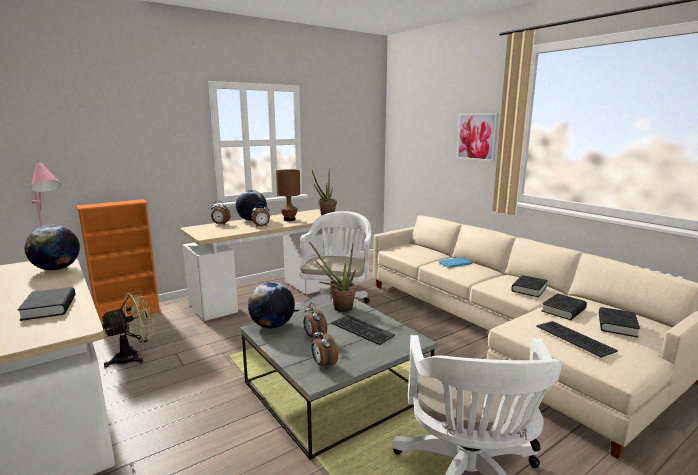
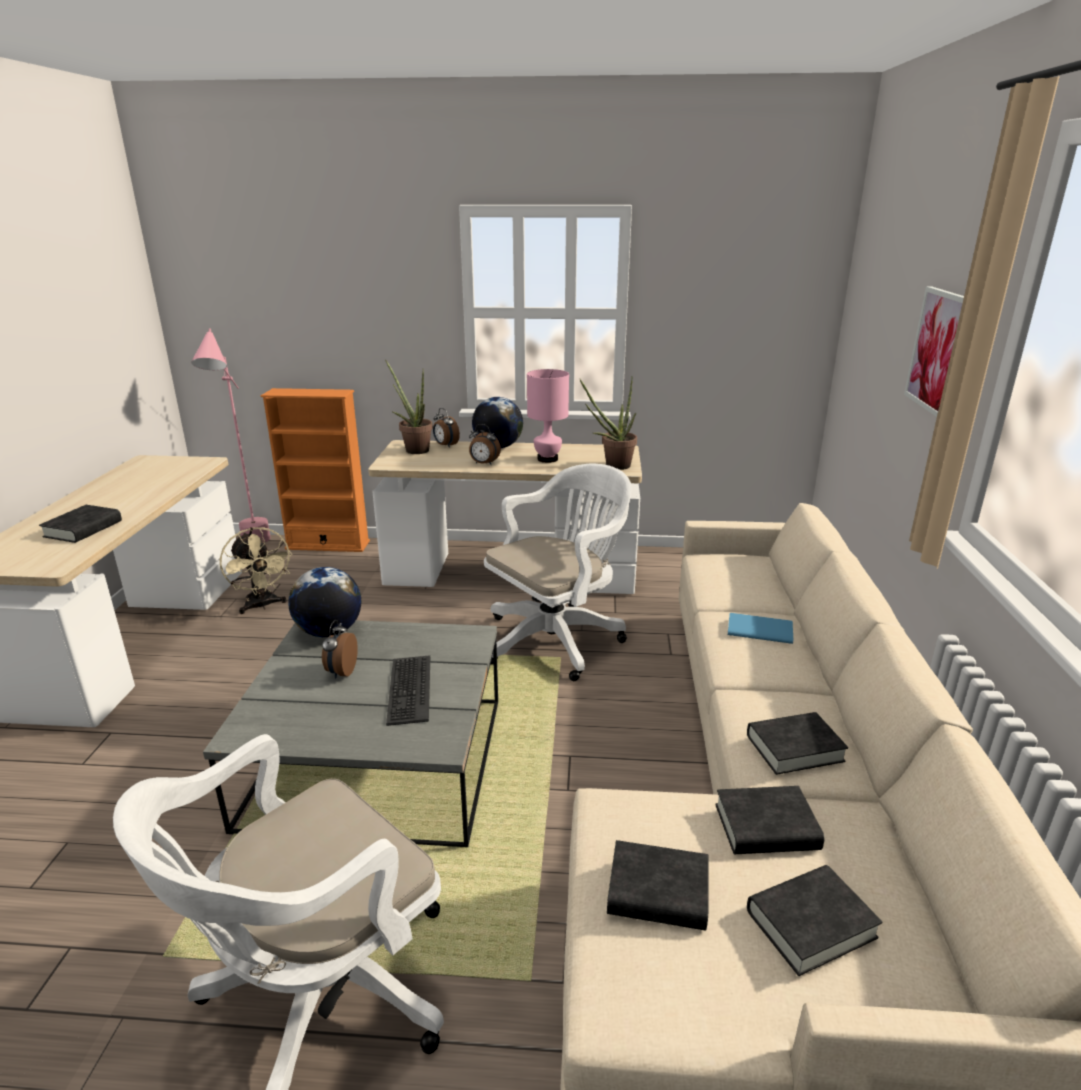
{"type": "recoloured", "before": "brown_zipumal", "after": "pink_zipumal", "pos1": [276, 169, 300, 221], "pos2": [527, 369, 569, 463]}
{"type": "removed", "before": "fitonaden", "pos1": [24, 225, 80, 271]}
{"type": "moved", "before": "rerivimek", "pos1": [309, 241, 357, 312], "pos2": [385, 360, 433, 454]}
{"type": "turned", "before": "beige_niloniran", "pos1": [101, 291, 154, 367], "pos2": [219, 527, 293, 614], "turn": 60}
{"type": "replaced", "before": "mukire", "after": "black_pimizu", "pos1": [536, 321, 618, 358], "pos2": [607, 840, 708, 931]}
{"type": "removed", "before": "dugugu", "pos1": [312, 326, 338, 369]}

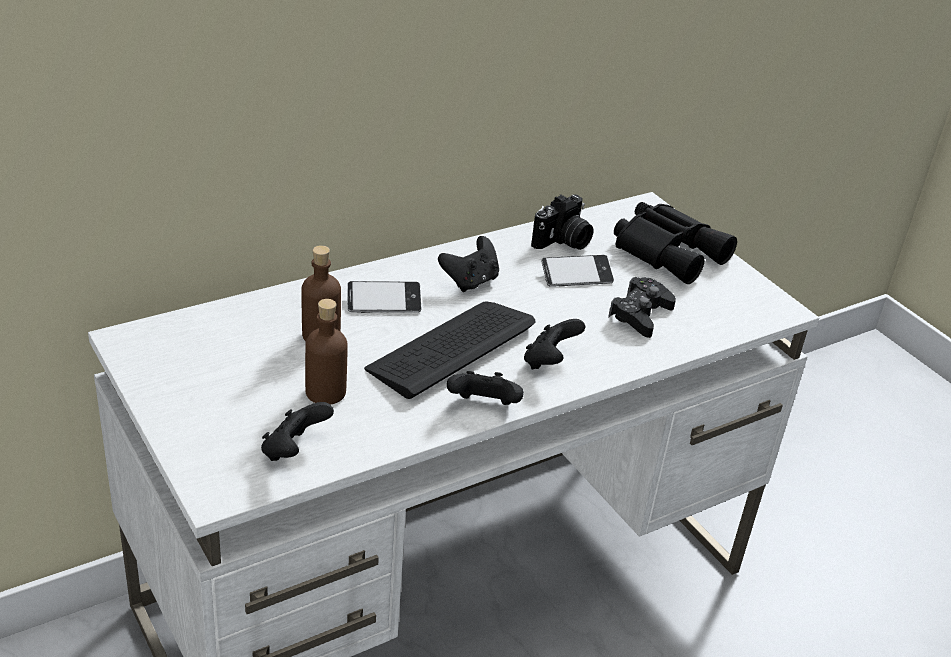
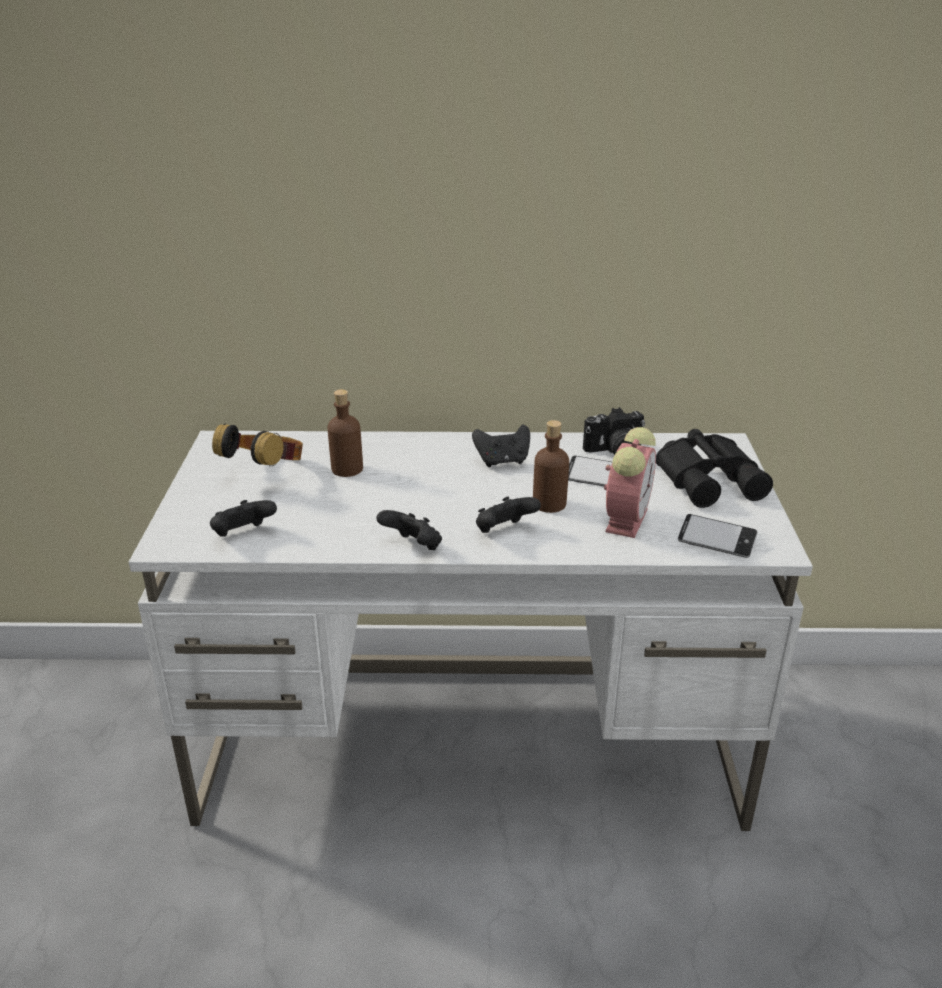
{"type": "replaced", "before": "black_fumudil", "after": "dugugu", "pos1": [608, 277, 676, 338], "pos2": [604, 427, 656, 538]}
{"type": "moved", "before": "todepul", "pos1": [347, 281, 421, 313], "pos2": [678, 514, 757, 558]}
{"type": "moved", "before": "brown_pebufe", "pos1": [305, 299, 348, 405], "pos2": [533, 420, 569, 513]}
{"type": "removed", "before": "mukire", "pos1": [364, 302, 536, 399]}
{"type": "added", "after": "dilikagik", "pos2": [212, 423, 303, 466]}

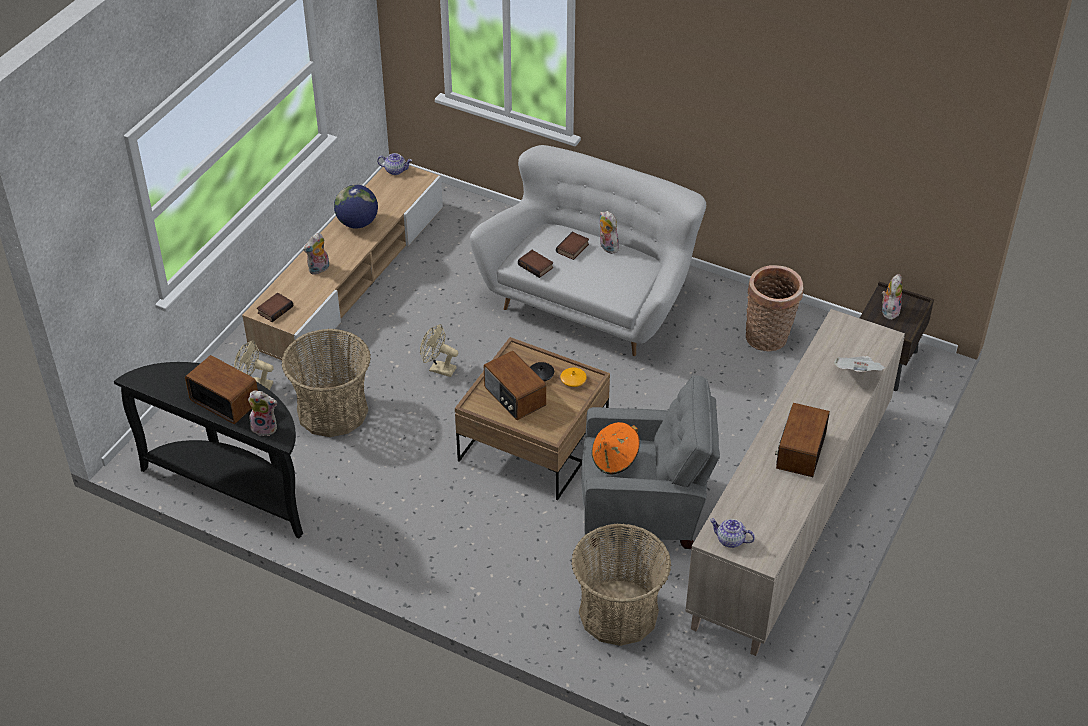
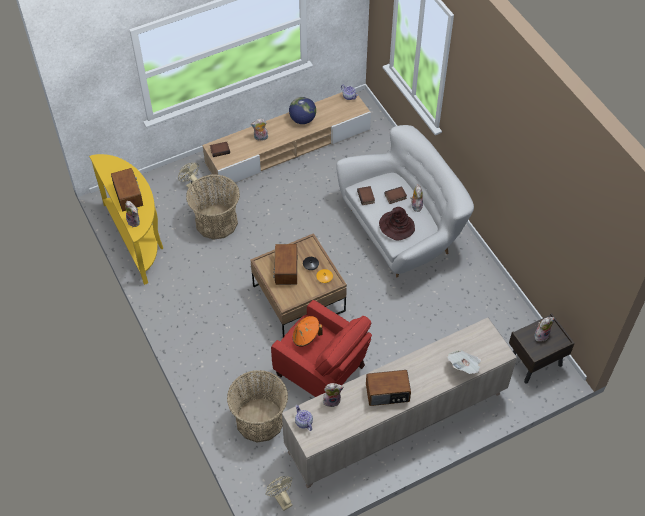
{"type": "removed", "before": "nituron", "pos1": [746, 265, 803, 352]}
{"type": "moved", "before": "beige_niloniran", "pos1": [420, 324, 458, 377], "pos2": [266, 476, 292, 511]}
{"type": "recoloured", "before": "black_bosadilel", "after": "yellow_bosadilel", "pos1": [114, 362, 303, 539], "pos2": [89, 154, 163, 285]}
{"type": "recoloured", "before": "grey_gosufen", "after": "red_gosufen", "pos1": [581, 375, 720, 549], "pos2": [271, 300, 372, 397]}
{"type": "turned", "before": "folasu", "pos1": [775, 403, 830, 477], "pos2": [366, 370, 411, 406], "turn": -150}
{"type": "added", "after": "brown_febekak", "pos2": [379, 207, 415, 240]}
{"type": "added", "after": "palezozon", "pos2": [323, 383, 344, 407]}

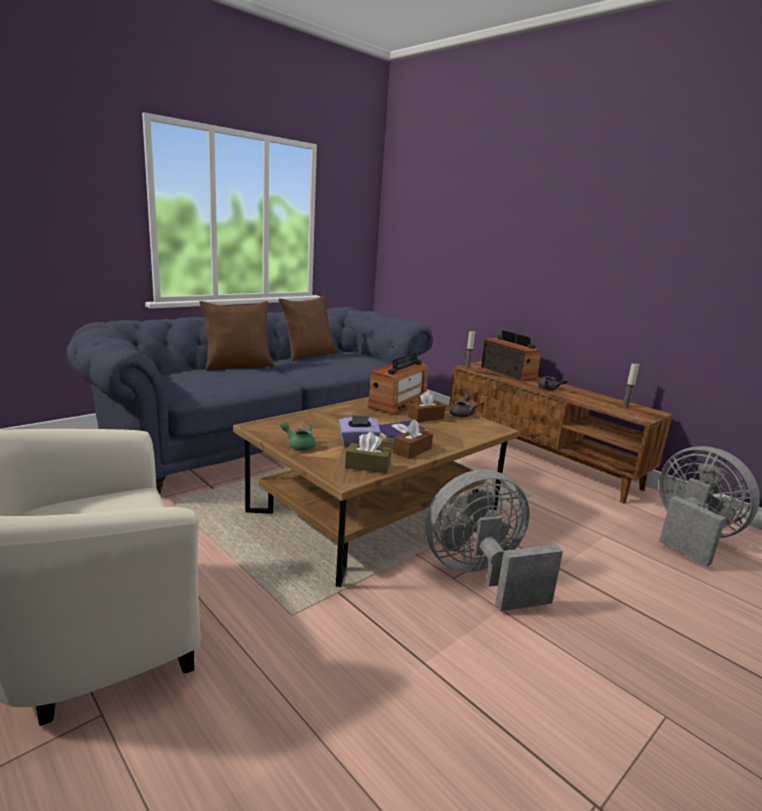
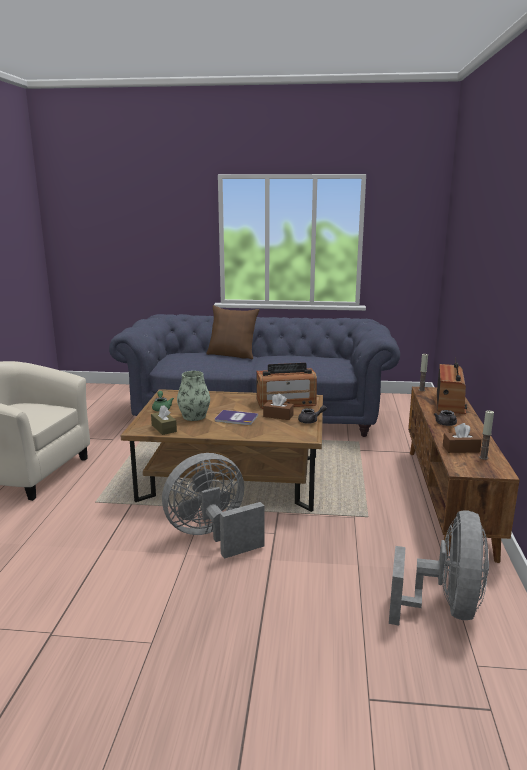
{"type": "removed", "before": "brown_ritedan", "pos1": [278, 295, 337, 361]}
{"type": "replaced", "before": "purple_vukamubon", "after": "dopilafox", "pos1": [338, 415, 381, 446], "pos2": [177, 371, 210, 421]}
{"type": "moved", "before": "brown_vukamubon", "pos1": [393, 419, 433, 459], "pos2": [443, 423, 482, 453]}
{"type": "turned", "before": "grey_niloniran", "pos1": [425, 469, 563, 611], "pos2": [162, 453, 264, 559], "turn": -60}

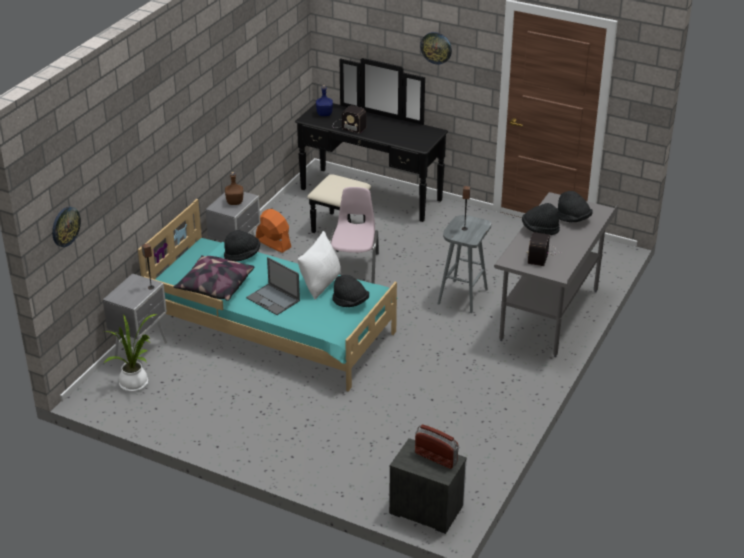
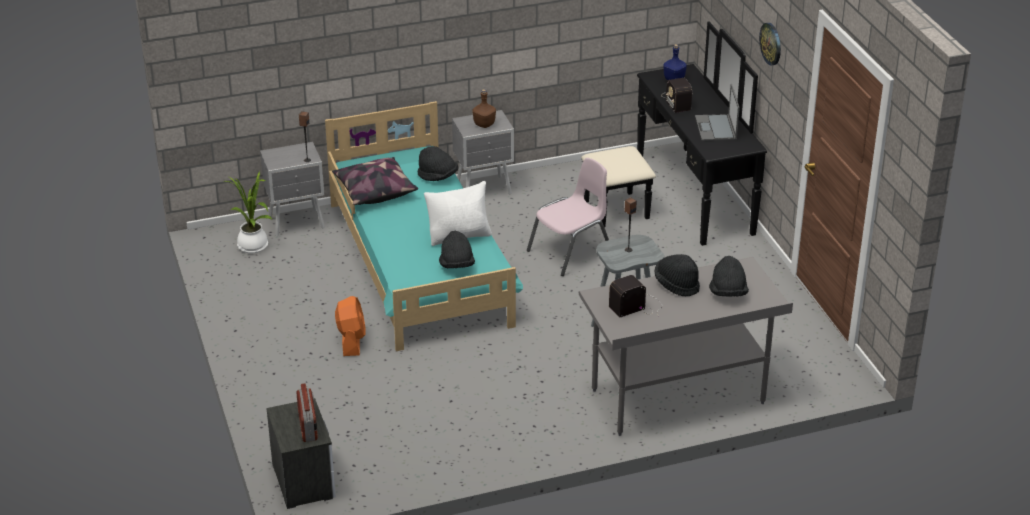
{"type": "removed", "before": "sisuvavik", "pos1": [52, 207, 81, 247]}
{"type": "moved", "before": "orange_niloniran", "pos1": [256, 209, 291, 253], "pos2": [335, 296, 366, 356]}
{"type": "moved", "before": "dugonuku", "pos1": [246, 257, 300, 315], "pos2": [695, 84, 740, 141]}

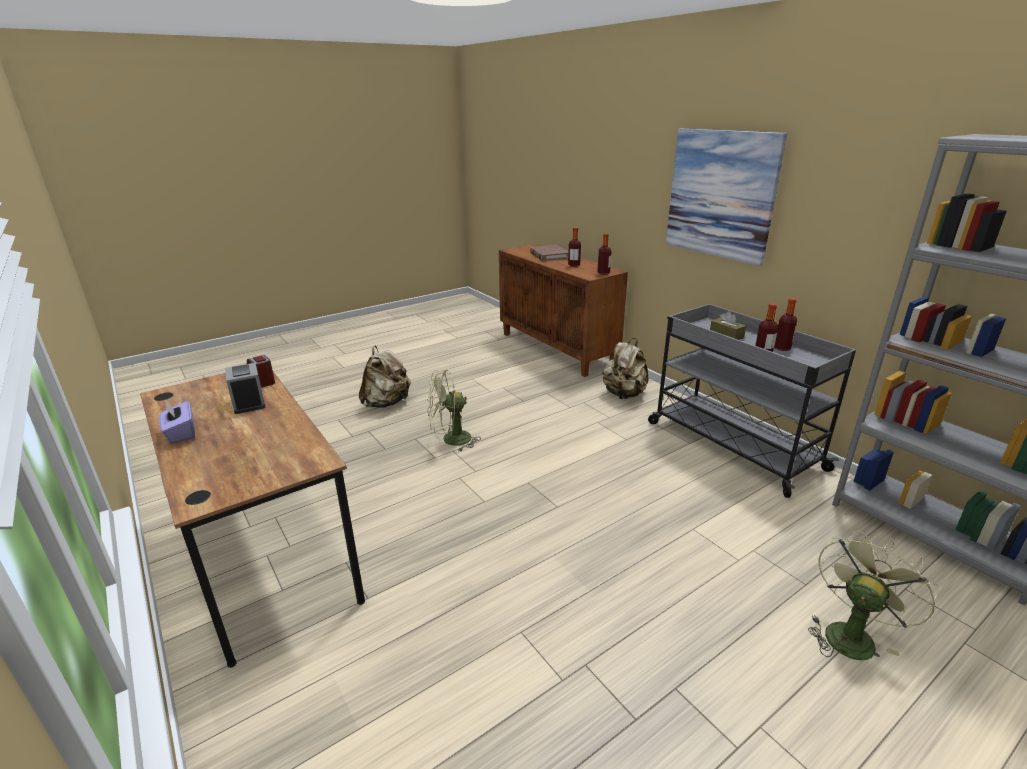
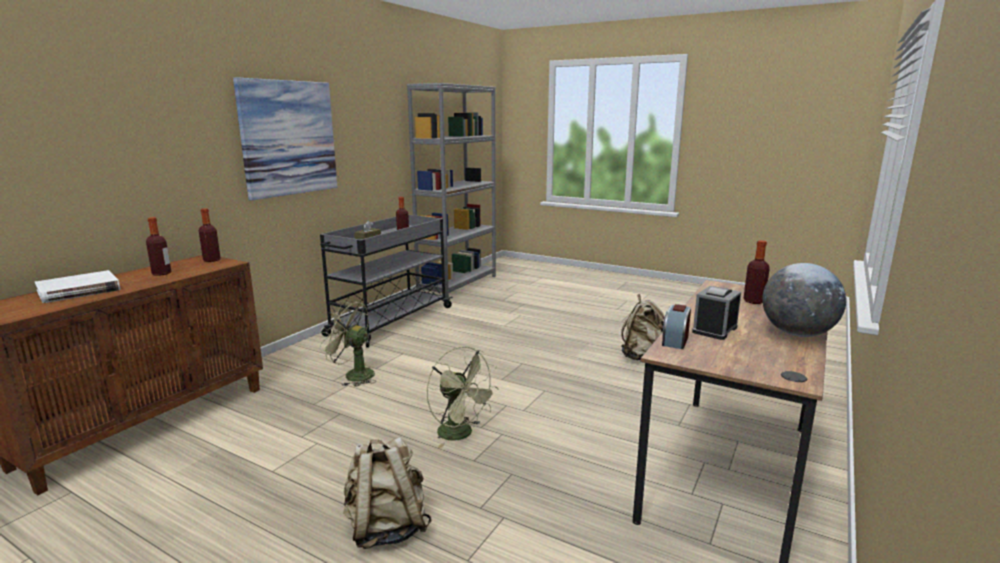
{"type": "recoloured", "before": "brown_pimizu", "after": "white_pimizu", "pos1": [530, 245, 569, 261], "pos2": [35, 270, 120, 303]}
{"type": "moved", "before": "pebufe", "pos1": [774, 298, 797, 351], "pos2": [744, 240, 770, 304]}
{"type": "moved", "before": "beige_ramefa", "pos1": [603, 338, 648, 399], "pos2": [621, 294, 665, 360]}
{"type": "replaced", "before": "purple_vukamubon", "after": "fitonaden", "pos1": [159, 401, 195, 444], "pos2": [762, 263, 846, 337]}
{"type": "moved", "before": "green_niloniran", "pos1": [808, 529, 940, 660], "pos2": [320, 301, 376, 387]}

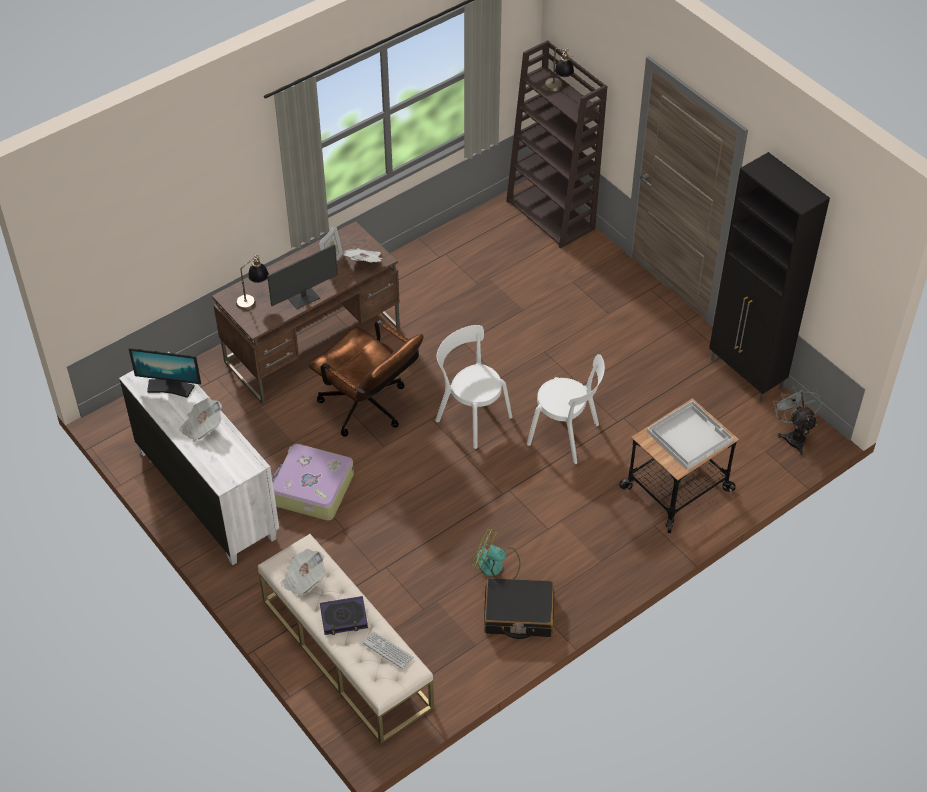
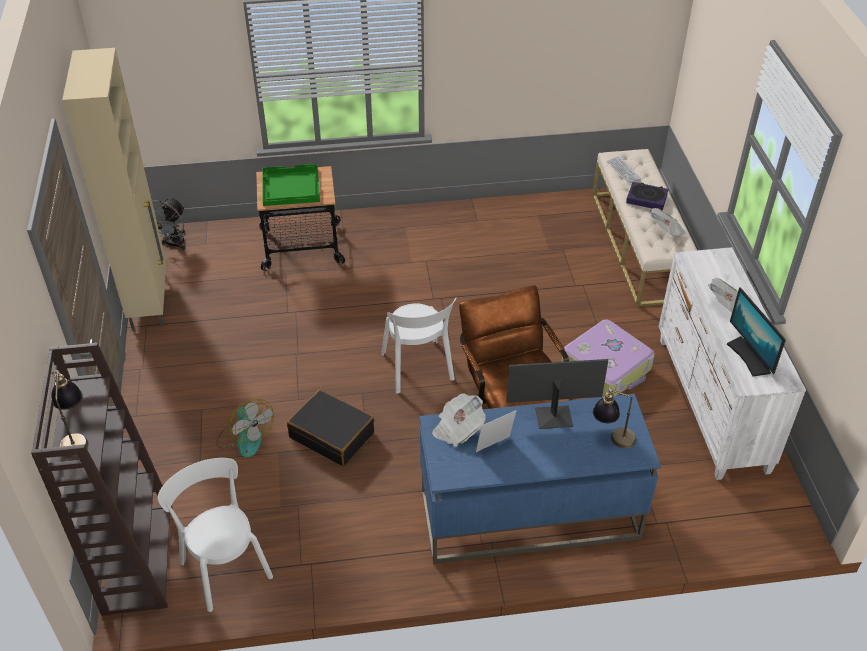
{"type": "recoloured", "before": "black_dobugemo", "after": "beige_dobugemo", "pos1": [709, 152, 830, 403], "pos2": [62, 48, 167, 329]}
{"type": "recoloured", "before": "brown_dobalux", "after": "blue_dobalux", "pos1": [212, 221, 400, 404], "pos2": [420, 394, 661, 564]}
{"type": "turned", "before": "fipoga", "pos1": [129, 348, 201, 398], "pos2": [727, 287, 786, 376], "turn": -150}
{"type": "moved", "before": "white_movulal", "pos1": [527, 354, 605, 464], "pos2": [158, 458, 273, 612]}
{"type": "recoloured", "before": "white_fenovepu", "after": "green_fenovepu", "pos1": [647, 400, 733, 470], "pos2": [262, 164, 320, 206]}
{"type": "moved", "before": "niloniran", "pos1": [472, 527, 520, 579], "pos2": [216, 399, 274, 458]}
{"type": "moved", "before": "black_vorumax", "pos1": [484, 578, 554, 639], "pos2": [287, 390, 374, 466]}

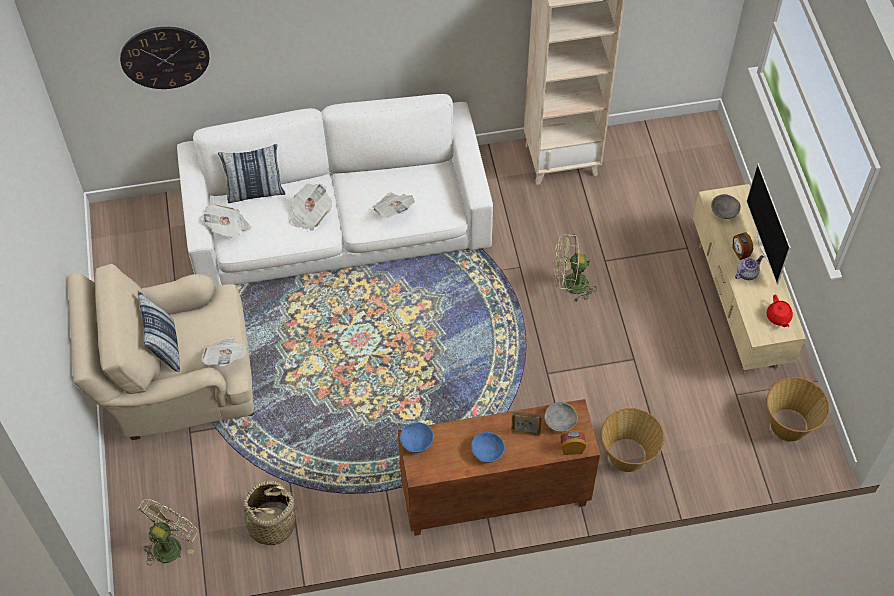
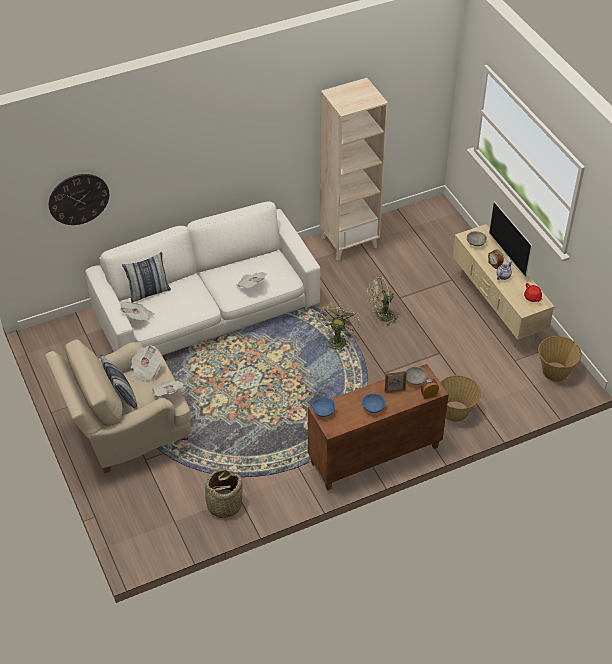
{"type": "moved", "before": "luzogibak", "pos1": [289, 184, 332, 231], "pos2": [131, 345, 163, 382]}
{"type": "moved", "before": "green_niloniran", "pos1": [137, 499, 198, 566], "pos2": [319, 303, 360, 350]}

